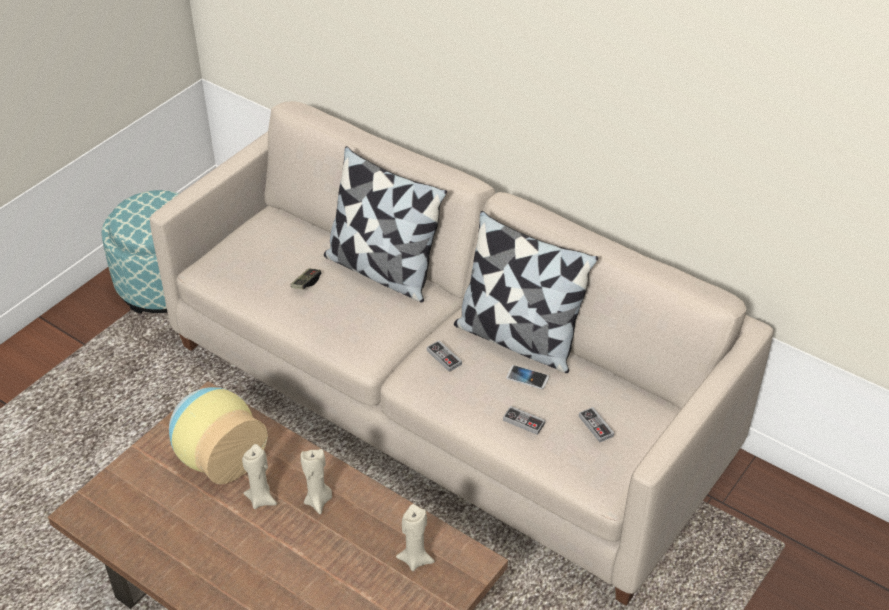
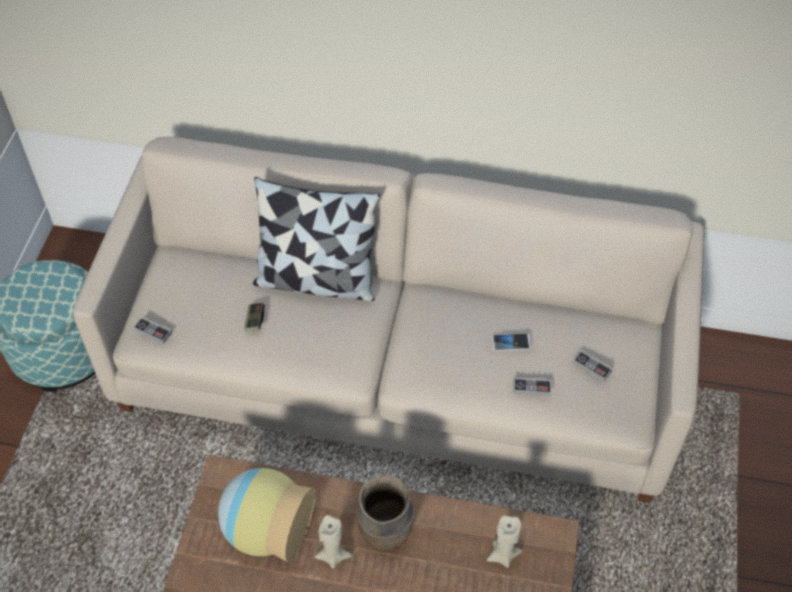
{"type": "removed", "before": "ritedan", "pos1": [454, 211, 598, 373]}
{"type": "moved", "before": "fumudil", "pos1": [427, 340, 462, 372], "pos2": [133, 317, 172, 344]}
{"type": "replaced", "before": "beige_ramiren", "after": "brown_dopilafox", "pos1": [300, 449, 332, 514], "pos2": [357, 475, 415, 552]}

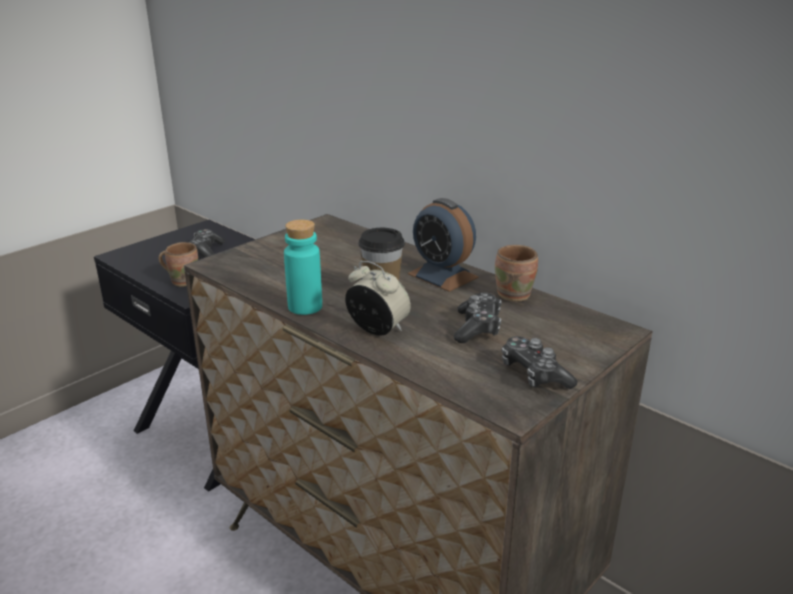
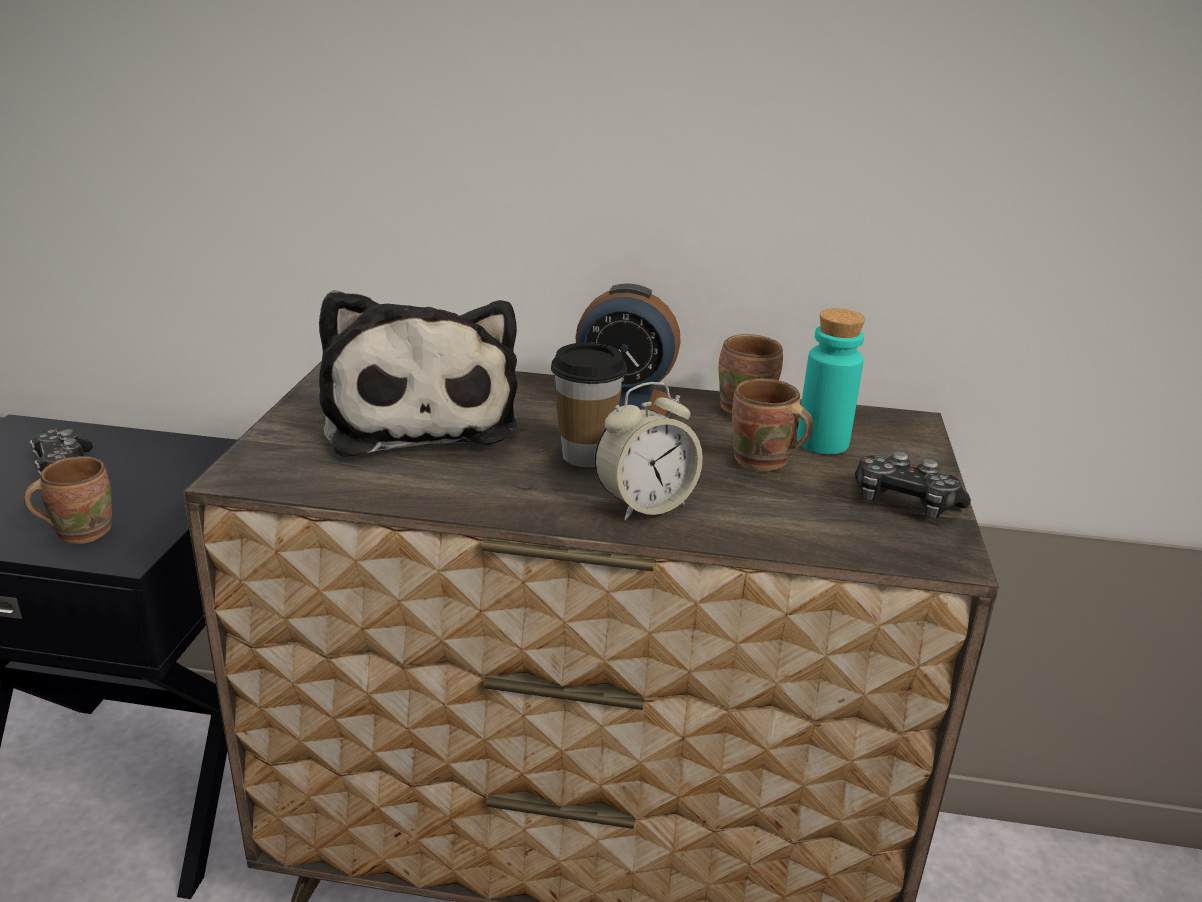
{"type": "moved", "before": "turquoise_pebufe", "pos1": [284, 219, 322, 315], "pos2": [797, 309, 865, 454]}
{"type": "turned", "before": "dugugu", "pos1": [345, 261, 411, 336], "pos2": [595, 382, 703, 520], "turn": 150}
{"type": "replaced", "before": "fumudil", "after": "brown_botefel", "pos1": [454, 292, 502, 343], "pos2": [732, 378, 813, 471]}
{"type": "added", "after": "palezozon", "pos2": [319, 290, 517, 457]}

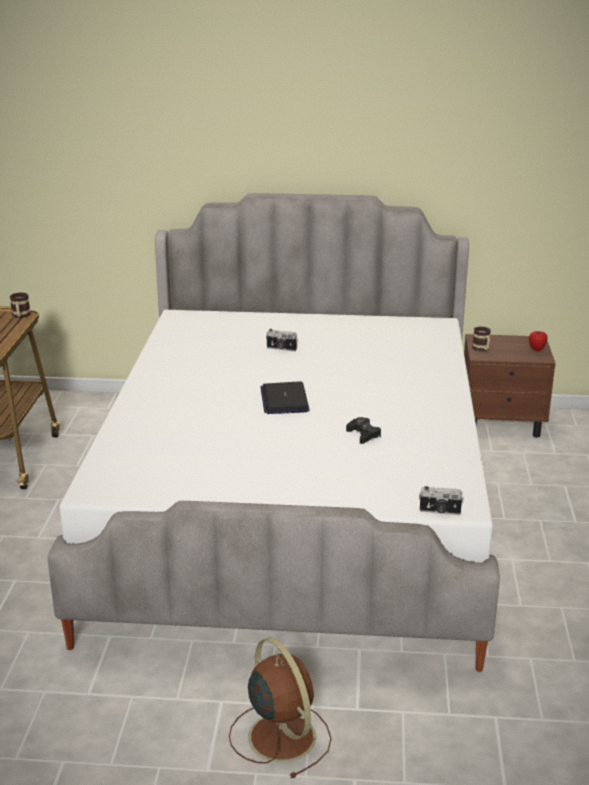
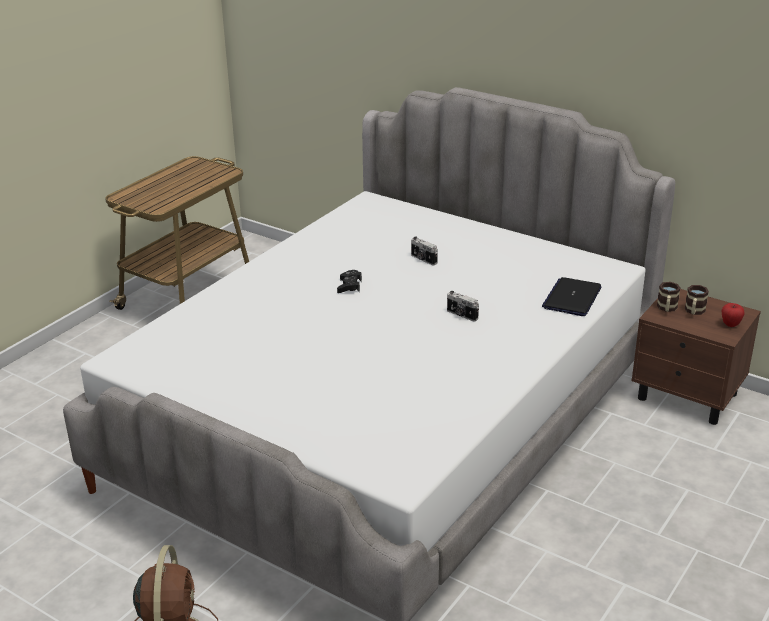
{"type": "moved", "before": "botefel", "pos1": [10, 292, 31, 318], "pos2": [685, 285, 709, 315]}
{"type": "moved", "before": "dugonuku", "pos1": [260, 381, 309, 414], "pos2": [542, 277, 602, 316]}
{"type": "moved", "before": "black_fumudil", "pos1": [346, 417, 381, 444], "pos2": [337, 270, 362, 293]}
{"type": "moved", "before": "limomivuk", "pos1": [419, 486, 464, 515], "pos2": [447, 291, 479, 321]}

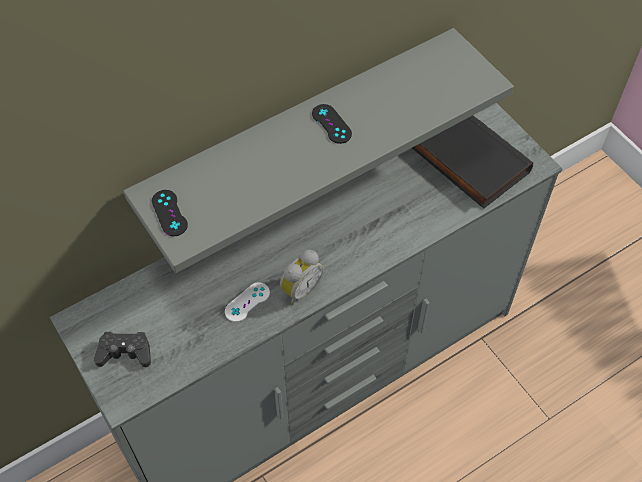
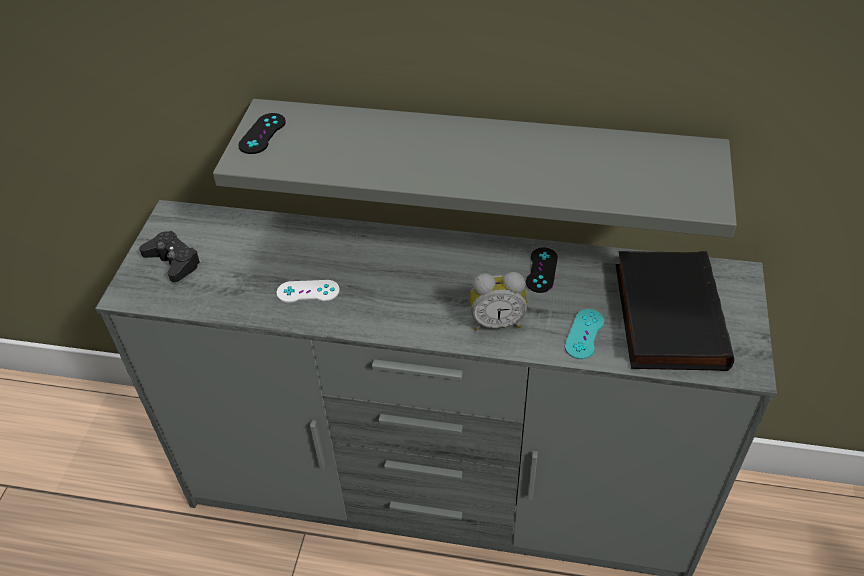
{"type": "moved", "before": "black_fumudil", "pos1": [312, 104, 352, 144], "pos2": [526, 247, 558, 293]}
{"type": "moved", "before": "dugugu", "pos1": [280, 250, 323, 305], "pos2": [470, 272, 527, 331]}
{"type": "added", "after": "turquoise_fumudil", "pos2": [565, 309, 604, 359]}

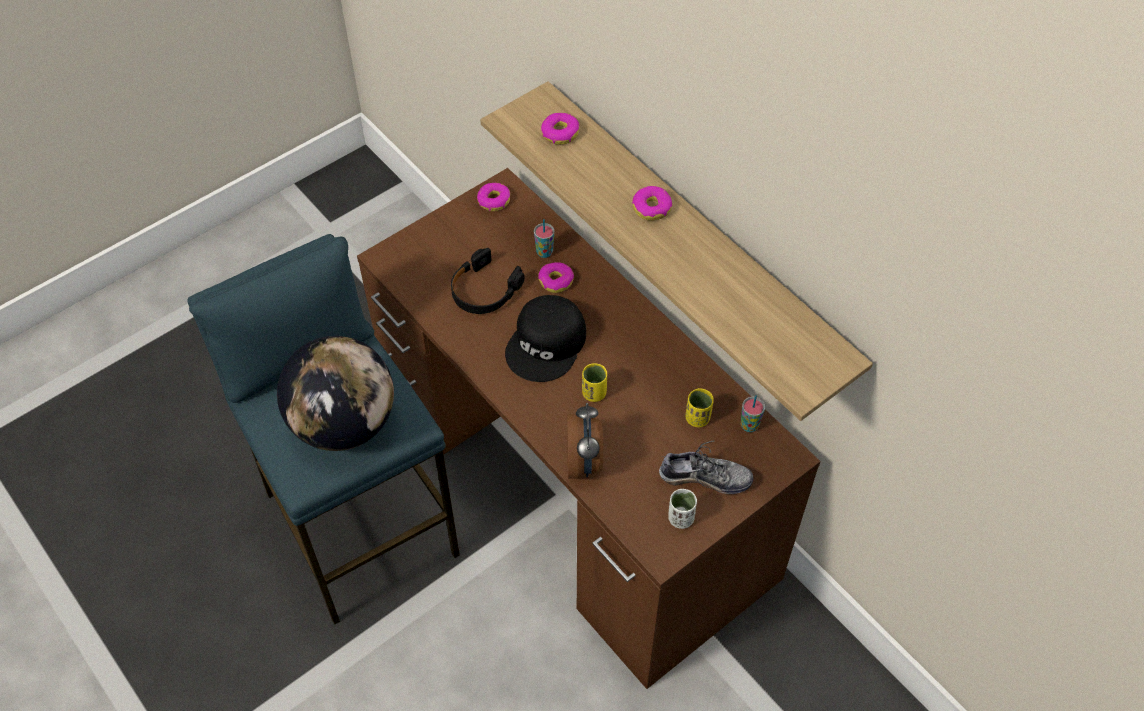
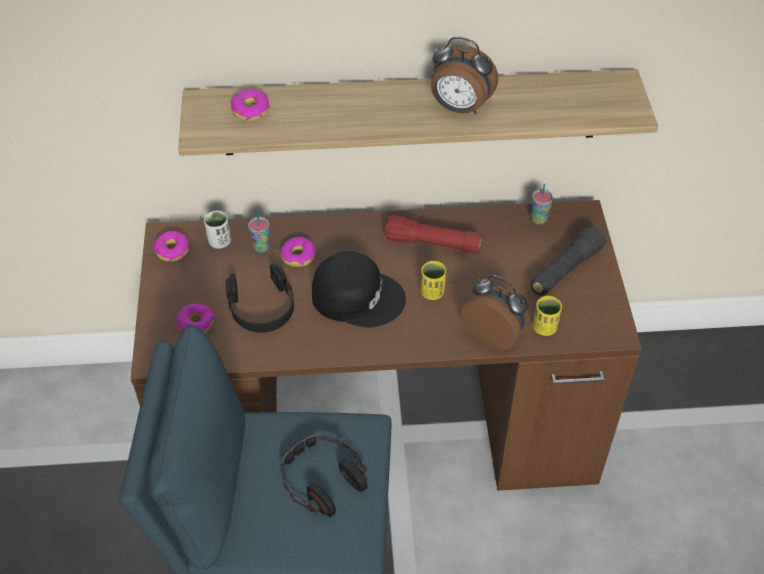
{"type": "moved", "before": "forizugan", "pos1": [632, 186, 672, 221], "pos2": [176, 304, 215, 334]}
{"type": "turned", "before": "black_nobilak", "pos1": [505, 295, 586, 382], "pos2": [312, 251, 406, 328], "turn": -45}
{"type": "replaced", "before": "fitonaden", "after": "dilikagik", "pos1": [277, 336, 394, 451], "pos2": [280, 434, 368, 517]}
{"type": "moved", "before": "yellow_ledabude", "pos1": [685, 388, 714, 427], "pos2": [533, 296, 562, 336]}
{"type": "replaced", "before": "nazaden", "after": "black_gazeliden", "pos1": [659, 441, 754, 494], "pos2": [530, 226, 606, 296]}
{"type": "moved", "before": "white_ledabude", "pos1": [668, 489, 697, 529], "pos2": [204, 211, 231, 249]}
{"type": "added", "after": "dugugu", "pos2": [431, 37, 498, 114]}
{"type": "added", "after": "red_gazeliden", "pos2": [385, 215, 482, 253]}

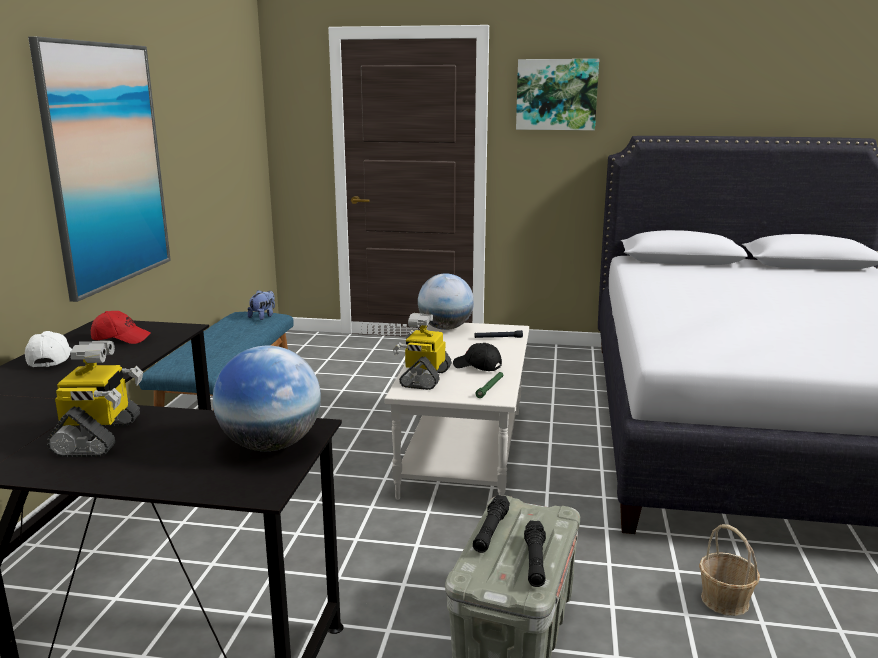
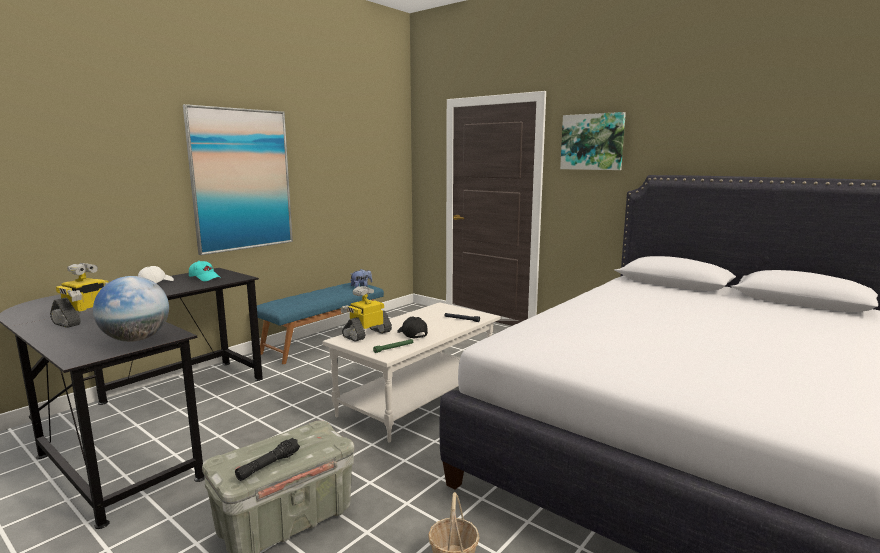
{"type": "removed", "before": "fitonaden", "pos1": [418, 273, 474, 330]}
{"type": "recoloured", "before": "red_nobilak", "after": "turquoise_nobilak", "pos1": [91, 311, 151, 344], "pos2": [189, 261, 221, 281]}
{"type": "removed", "before": "black_gazeliden", "pos1": [473, 495, 510, 553]}

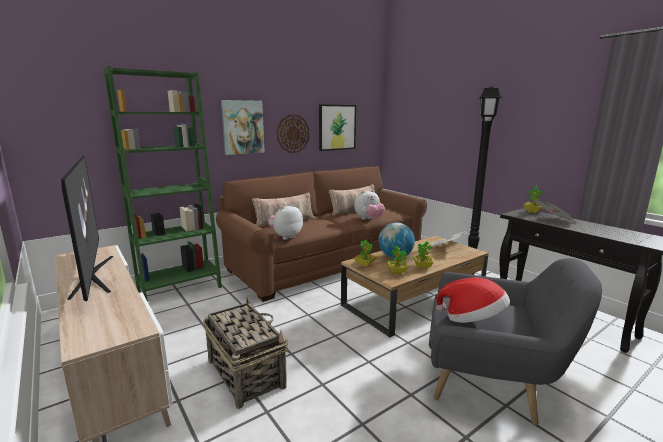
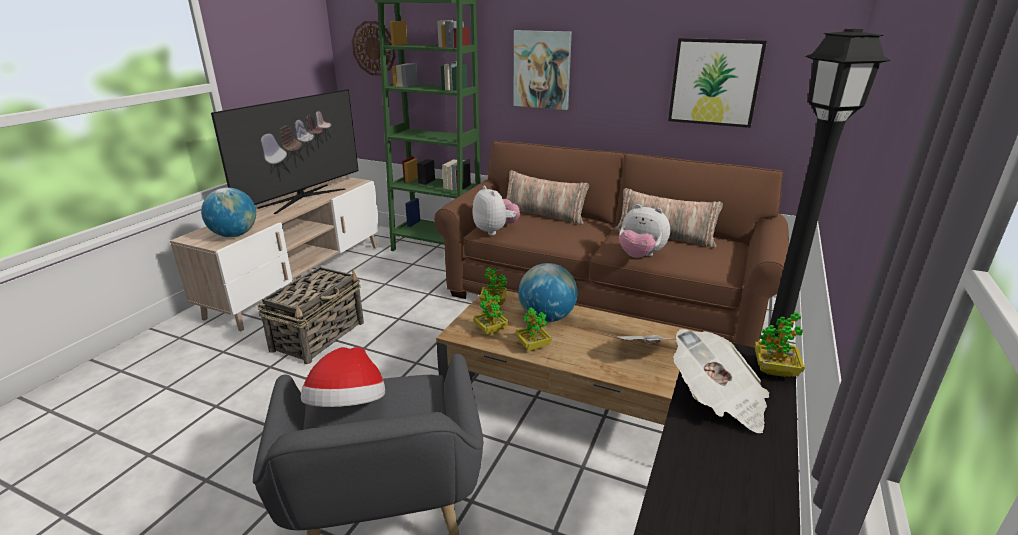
{"type": "moved", "before": "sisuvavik", "pos1": [277, 115, 309, 153], "pos2": [352, 21, 395, 76]}
{"type": "turned", "before": "palezozon", "pos1": [268, 204, 303, 240], "pos2": [472, 185, 520, 235], "turn": 45}
{"type": "added", "after": "fitonaden", "pos2": [201, 188, 256, 237]}

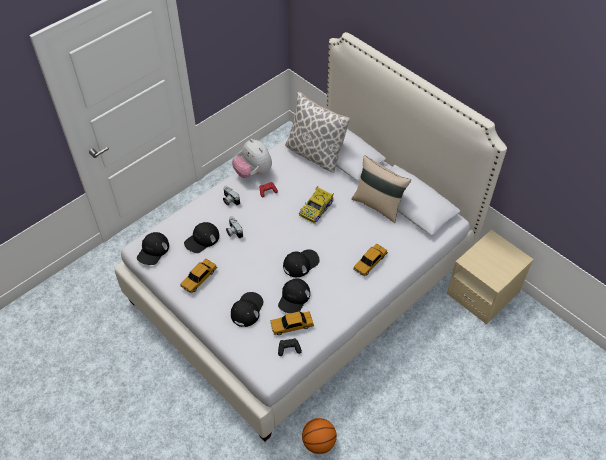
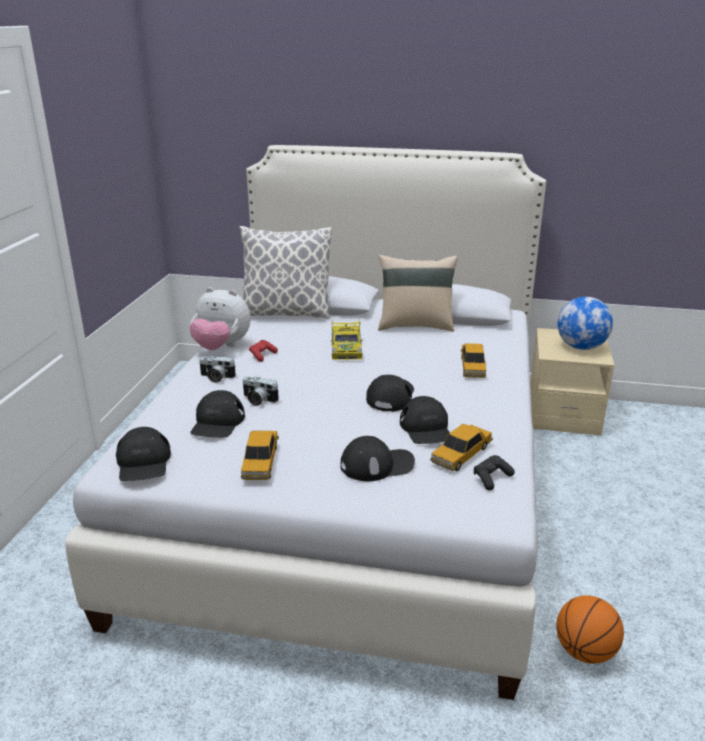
{"type": "turned", "before": "black_nobilak", "pos1": [231, 292, 263, 327], "pos2": [340, 436, 415, 481], "turn": 90}
{"type": "added", "after": "fitonaden", "pos2": [557, 297, 613, 350]}

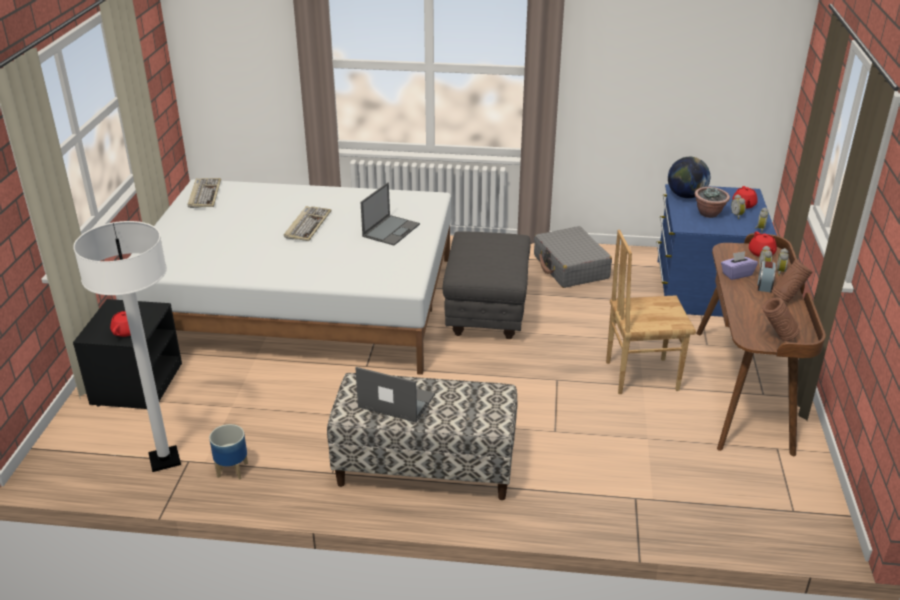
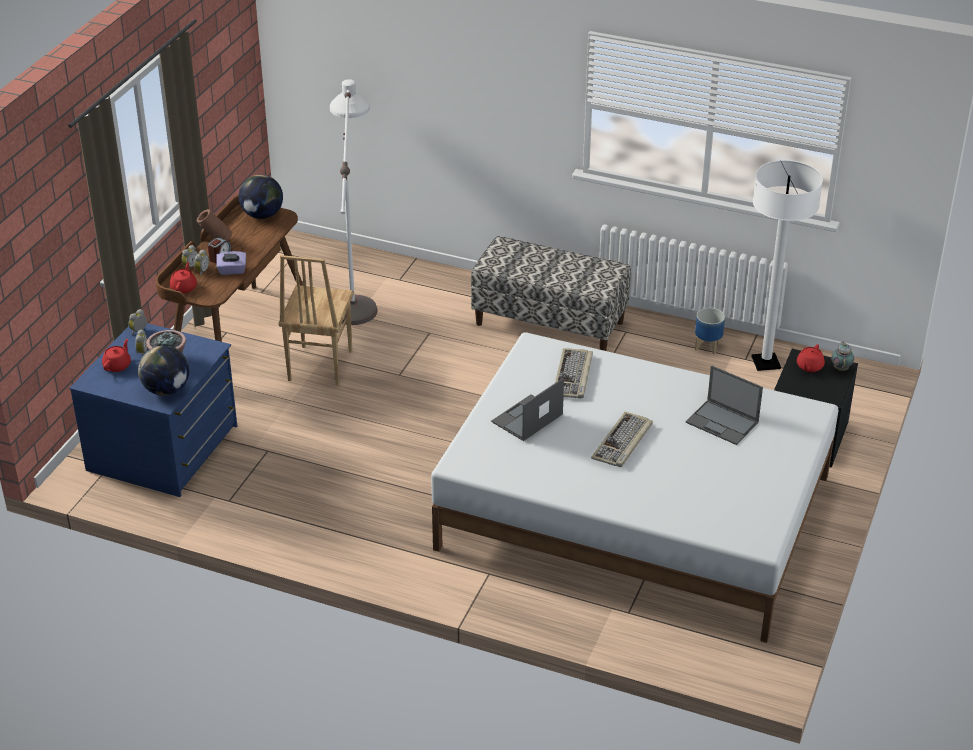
{"type": "moved", "before": "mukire", "pos1": [187, 178, 221, 208], "pos2": [555, 348, 593, 398]}
{"type": "removed", "before": "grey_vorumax", "pos1": [534, 226, 612, 288]}
{"type": "turned", "before": "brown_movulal", "pos1": [606, 230, 696, 394], "pos2": [278, 255, 354, 386], "turn": 90}
{"type": "removed", "before": "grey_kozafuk", "pos1": [443, 231, 531, 339]}
{"type": "replaced", "before": "brown_dopilafox", "after": "fitonaden", "pos1": [762, 297, 800, 341], "pos2": [239, 175, 283, 219]}
{"type": "moved", "before": "dugonuku", "pos1": [355, 367, 435, 422], "pos2": [686, 365, 763, 445]}
{"type": "added", "after": "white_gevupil", "pos2": [330, 79, 378, 325]}
{"type": "added", "after": "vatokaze", "pos2": [831, 342, 854, 371]}

